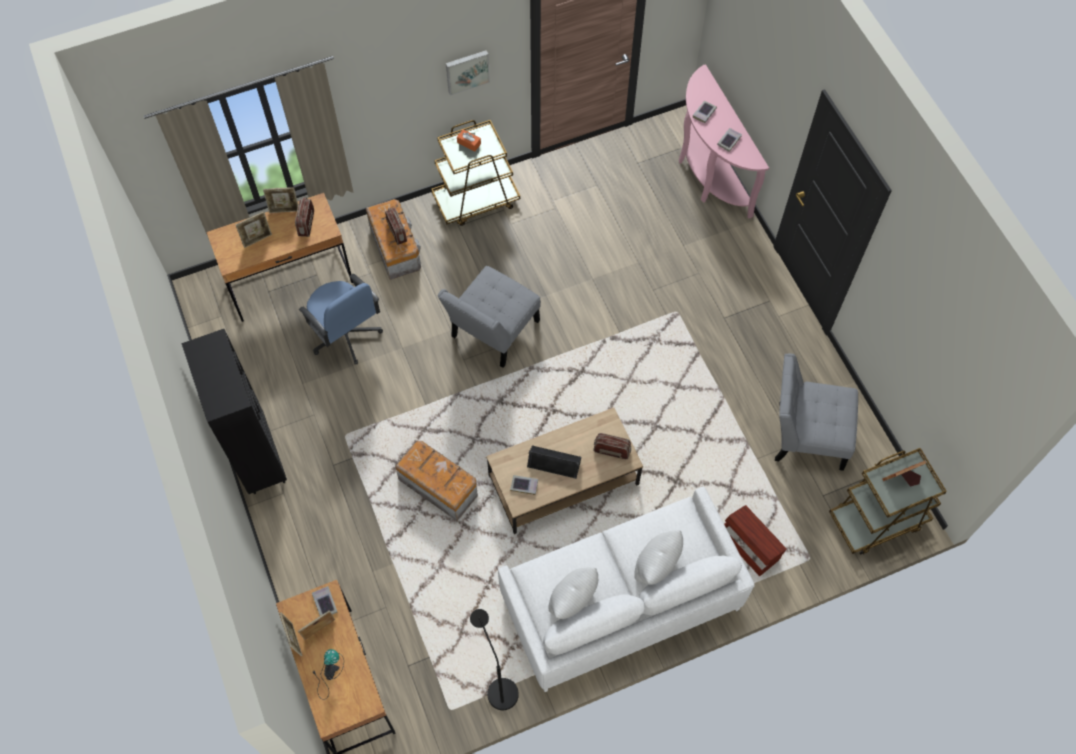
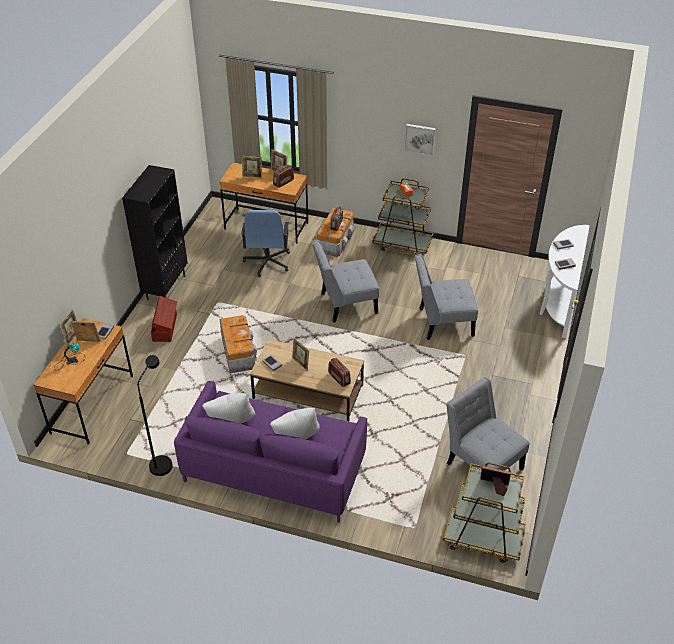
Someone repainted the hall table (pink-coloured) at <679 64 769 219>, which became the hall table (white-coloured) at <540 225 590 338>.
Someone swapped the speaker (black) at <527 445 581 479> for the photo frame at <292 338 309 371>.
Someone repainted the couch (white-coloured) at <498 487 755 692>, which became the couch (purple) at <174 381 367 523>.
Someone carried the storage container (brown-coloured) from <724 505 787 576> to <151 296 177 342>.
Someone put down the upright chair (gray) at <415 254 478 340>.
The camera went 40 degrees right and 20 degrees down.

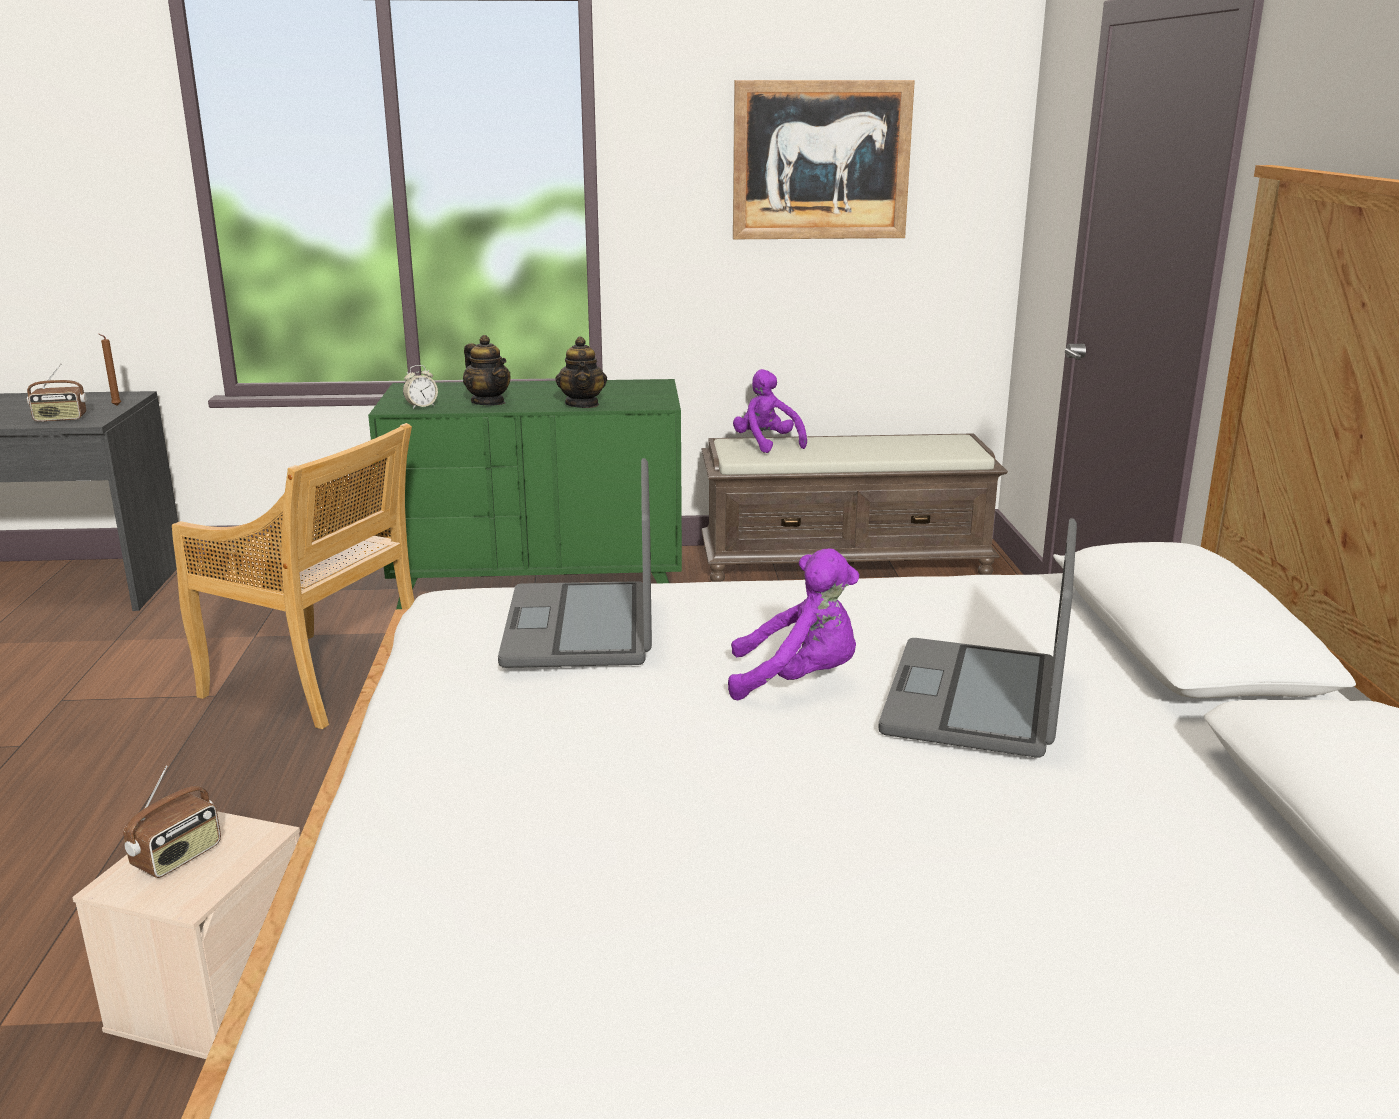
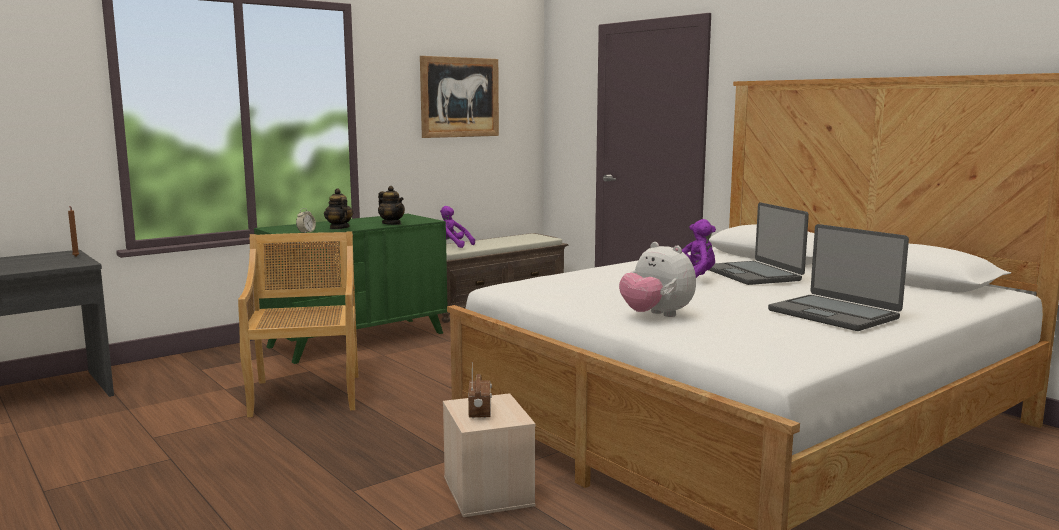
Someone rotated the teapot at <463 335 511 405> by 135 degrees counterclockwise.
Someone took away the radio receiver at <27 364 87 422>.
Someone rotated the upright chair (beige-coloured) at <172 423 414 729> by 90 degrees counterclockwise.
Someone carried the portable computer from <498 458 652 668> to <768 224 909 331>.
Someone put down the soft toy at <619 242 696 317>.
The camera went 35 degrees left and 10 degrees down.

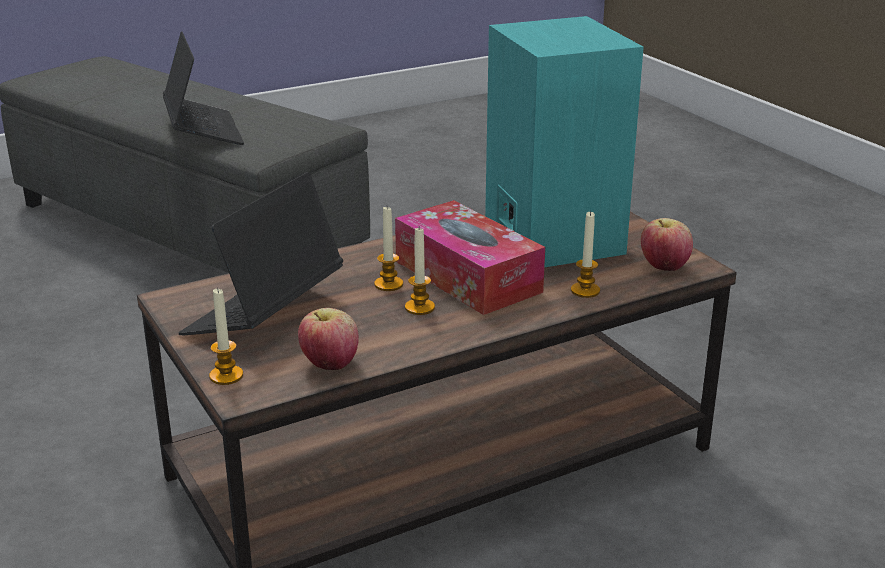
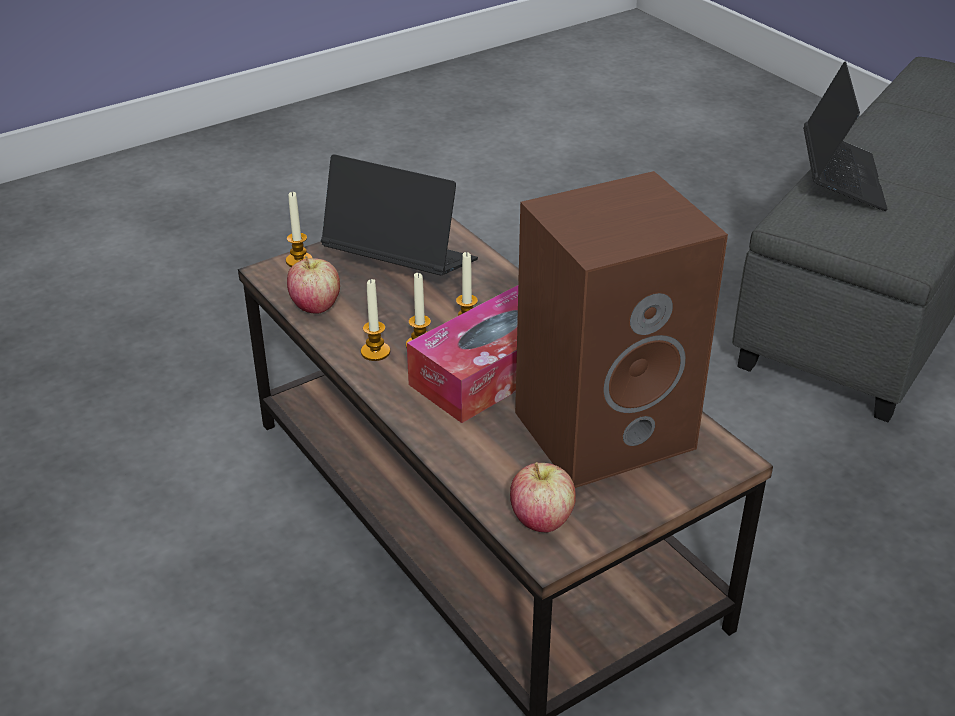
Someone repainted the speaker (blue-green) at <485 16 644 268>, which became the speaker (brown-coloured) at <515 171 728 488>.
Someone rotated the portable computer at <163 31 244 145> by 60 degrees counterclockwise.
Someone carried the candle from <571 211 600 298> to <361 279 390 361>.
The camera went 85 degrees right and 10 degrees up.

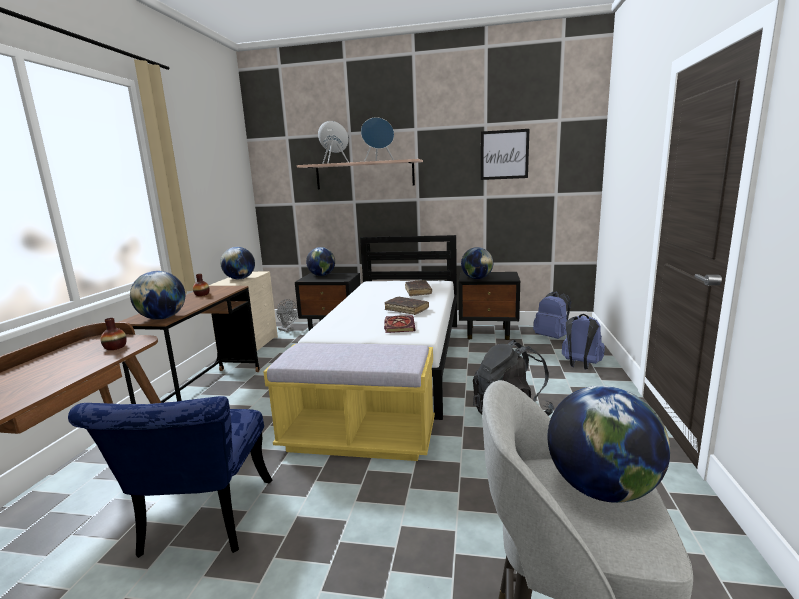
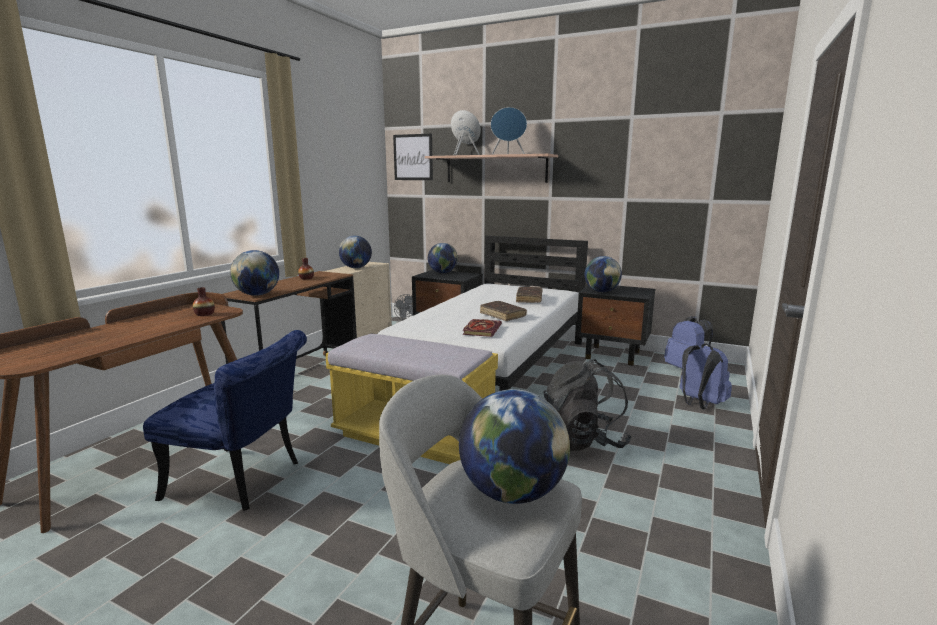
Someone carried the picture from <481 129 530 180> to <393 133 433 180>.
Someone rotated the upright chair (blue-coloured) at <68 396 272 558> by 90 degrees counterclockwise.
The camera went 15 degrees right and 0 degrees up.

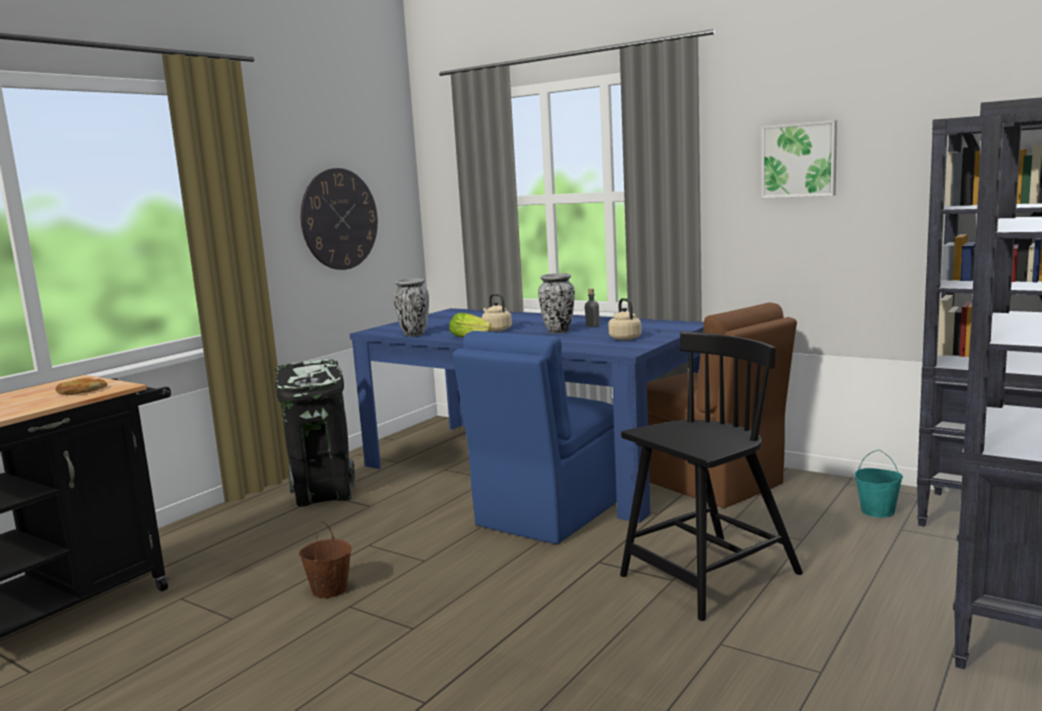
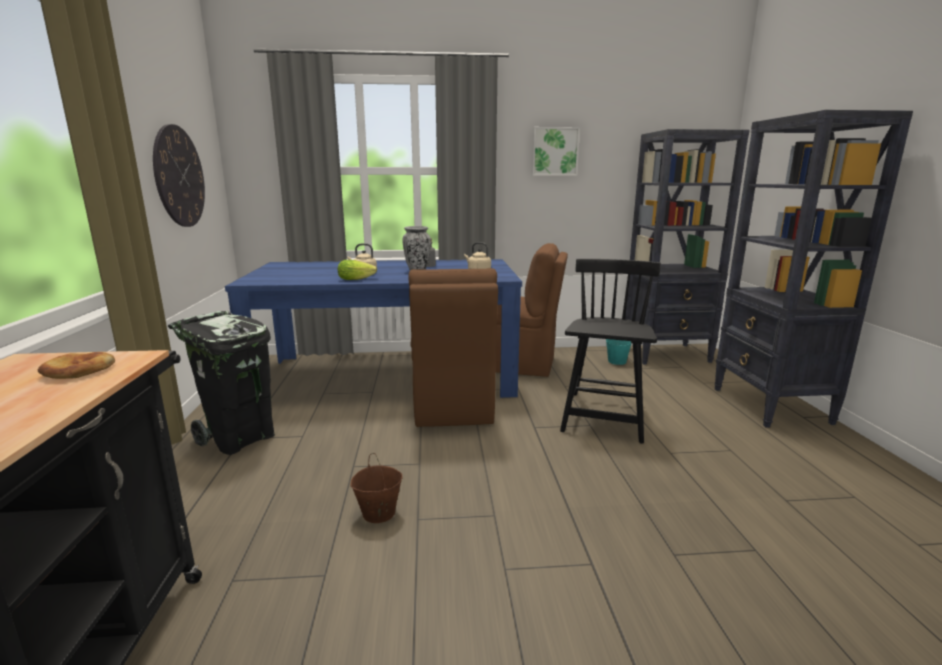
Someone took away the vase at <393 278 429 337>.
Someone repainted the upright chair (blue-coloured) at <453 331 617 544>, which became the upright chair (brown-coloured) at <408 268 498 427>.
The camera went 40 degrees left and 5 degrees up.

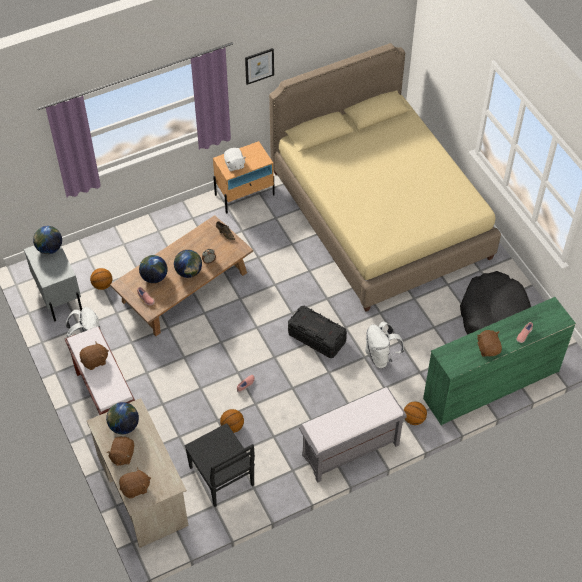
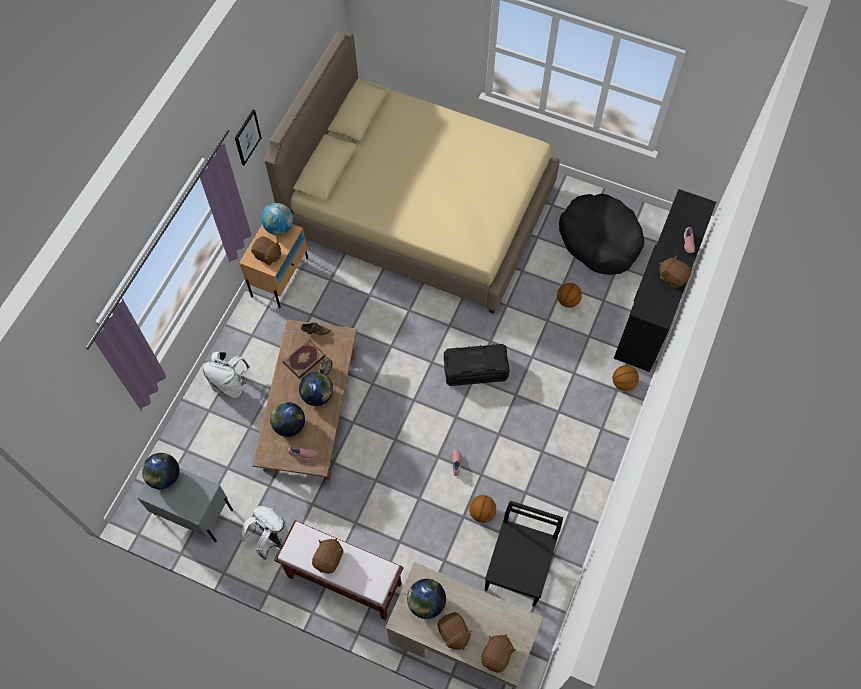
Someone repainted the soft toy (white-coloured) at <224 148 246 172>, which became the soft toy (brown-coloured) at <251 236 281 266>.
Someone carried the basketball ball from <90 268 112 290> to <557 283 582 308>.
Someone repainted the drawer chest (green) at <423 297 576 426>, which became the drawer chest (black) at <614 189 716 372>.
Someone carried the rucksack (white-coloured) from <365 322 404 368> to <203 352 250 398>.
Someone took away the long seat (gray) at <299 387 407 483>.
Someone rotated the upright chair (black) at <184 423 255 507> by 90 degrees counterclockwise.
Someone put down the desk globe at <261 203 293 235>.
Someone put down the book at <282 339 326 379>.
The camera went 40 degrees left and 10 degrees up.

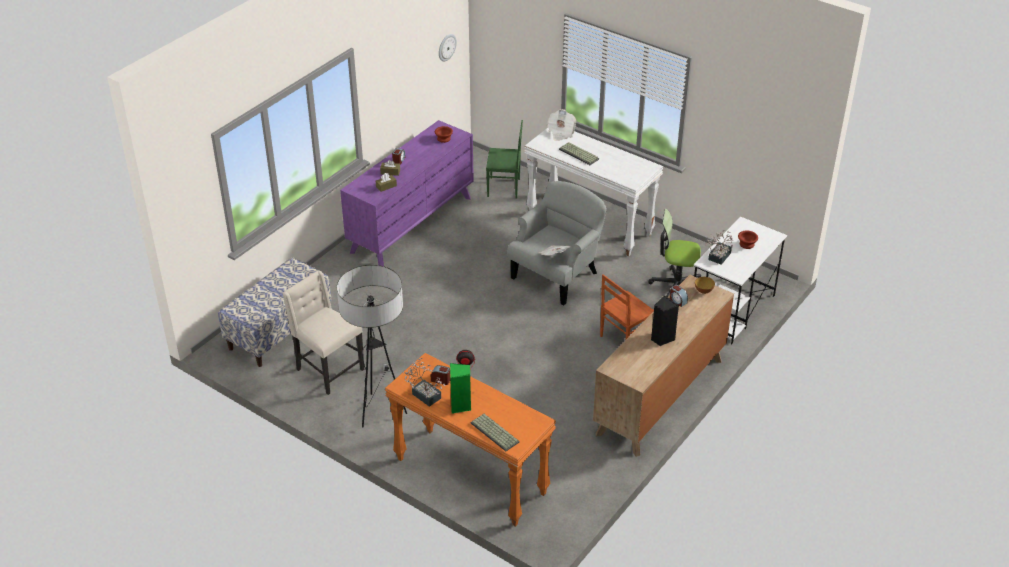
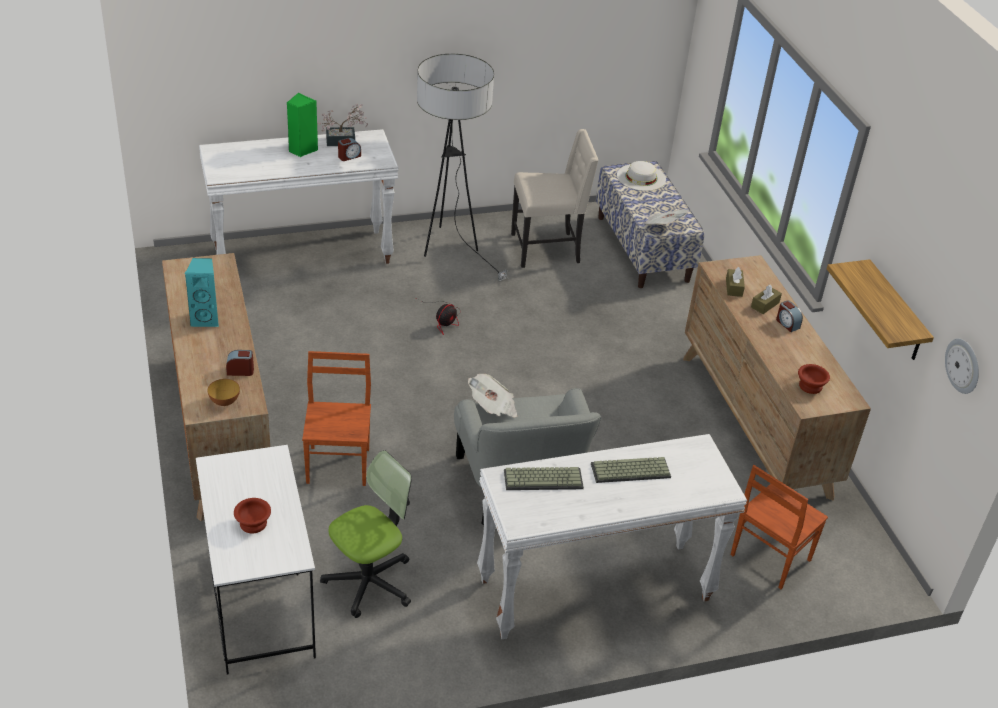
Someone carried the daily paper from <547 109 576 141> to <643 209 688 225>.
Someone repainted the drawer chest (purple) at <340 120 474 266>, which became the drawer chest (brown-coloured) at <683 255 871 501>.
Someone repainted the upright chair (green) at <486 120 523 199>, which became the upright chair (brown-coloured) at <731 465 828 589>.
Someone took away the houseplant at <705 230 733 265>.
Someone repainted the speaker (black) at <651 295 679 346>, which became the speaker (blue-green) at <185 258 219 327>.
Someone repainted the hall table (orange) at <385 353 556 527>, which became the hall table (white-coloured) at <199 129 399 264>.
Someone carried the computer keyboard from <471 414 520 451> to <504 467 584 490>.
Someone put down the hat (white-coloured) at <617 161 666 191>.
Someone put up the shelf at <827 259 934 360>.
The camera went 125 degrees right and 0 degrees up.

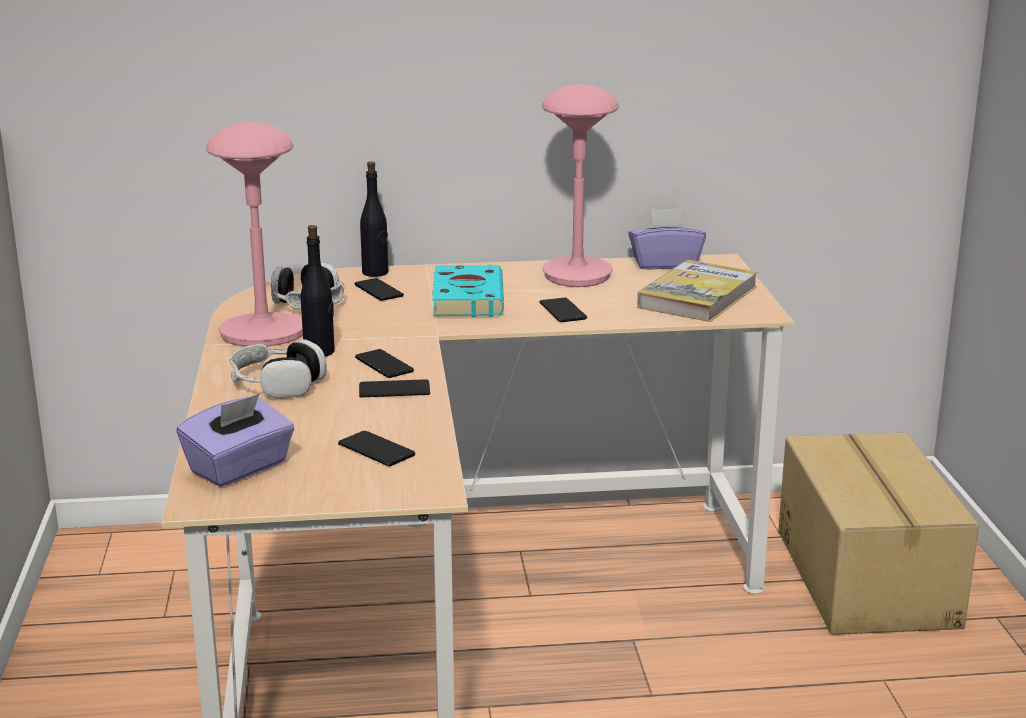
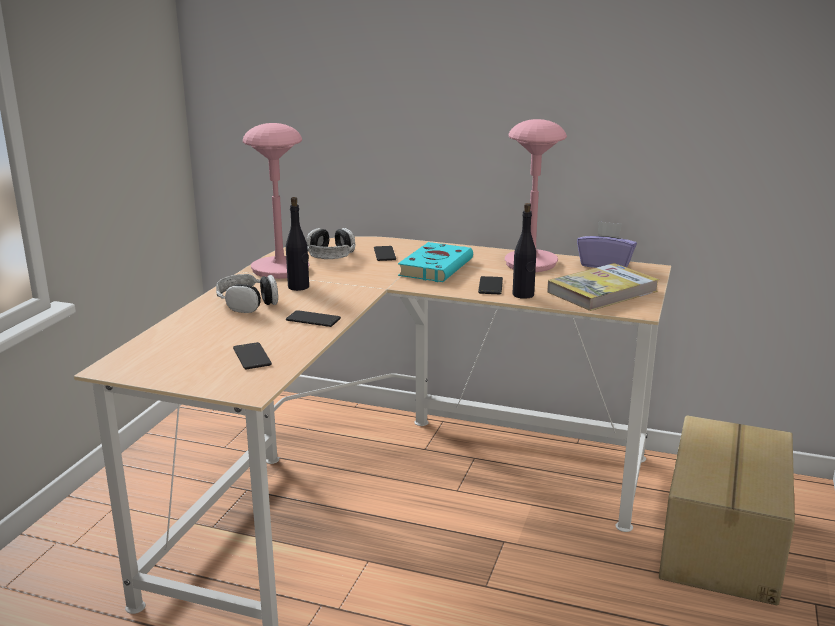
Someone carried the bottle (black) from <360 161 388 277> to <513 203 536 299>.
Someone took away the telephone at <355 349 414 378>.
Someone took away the box of tissues (purple) at <176 394 295 487>.
The camera went 25 degrees right and 0 degrees up.

